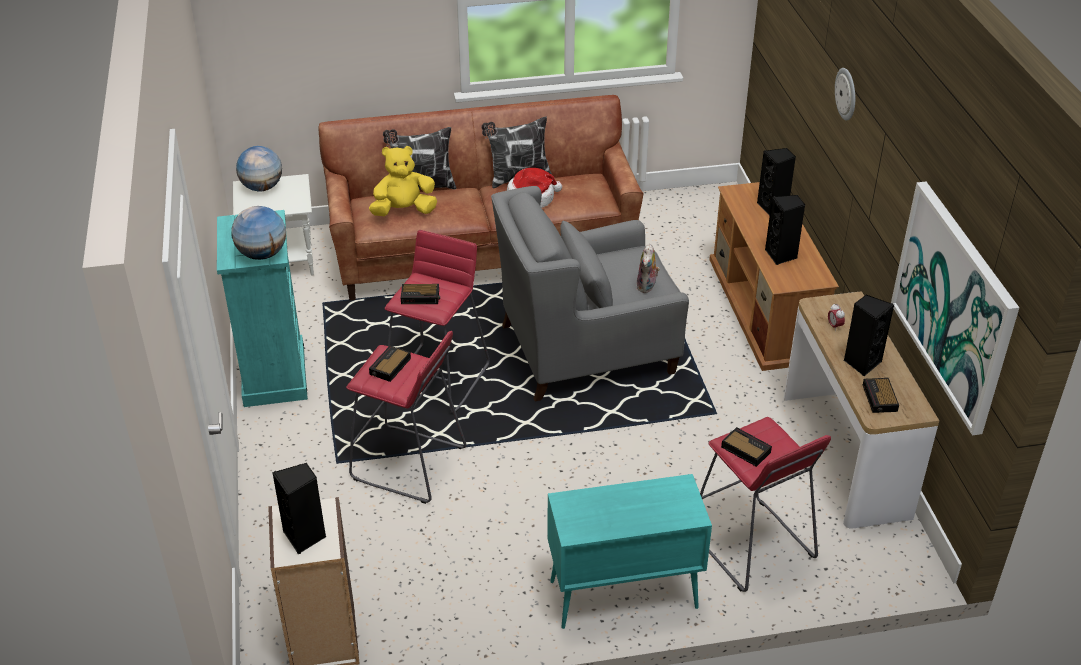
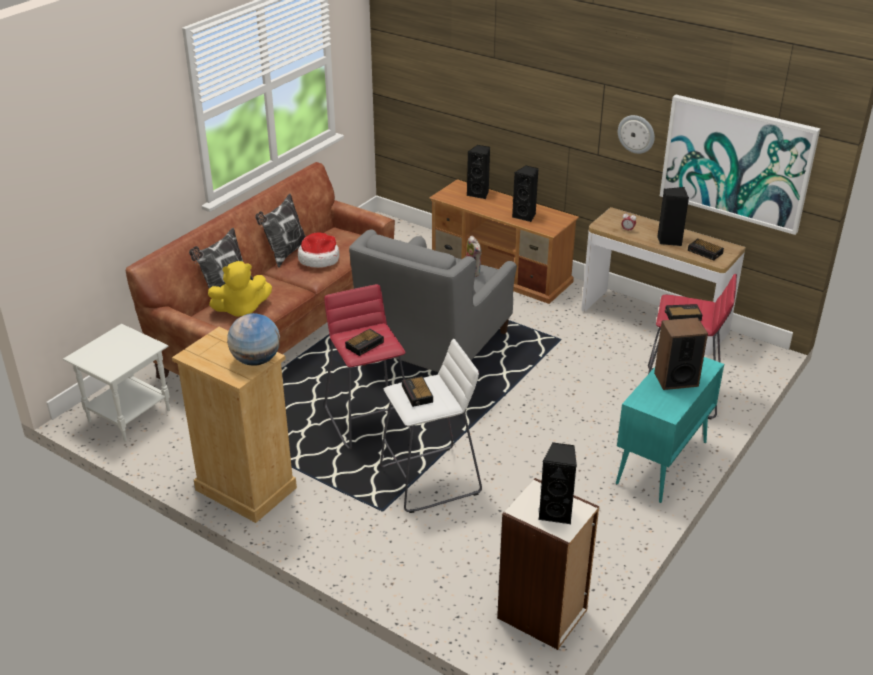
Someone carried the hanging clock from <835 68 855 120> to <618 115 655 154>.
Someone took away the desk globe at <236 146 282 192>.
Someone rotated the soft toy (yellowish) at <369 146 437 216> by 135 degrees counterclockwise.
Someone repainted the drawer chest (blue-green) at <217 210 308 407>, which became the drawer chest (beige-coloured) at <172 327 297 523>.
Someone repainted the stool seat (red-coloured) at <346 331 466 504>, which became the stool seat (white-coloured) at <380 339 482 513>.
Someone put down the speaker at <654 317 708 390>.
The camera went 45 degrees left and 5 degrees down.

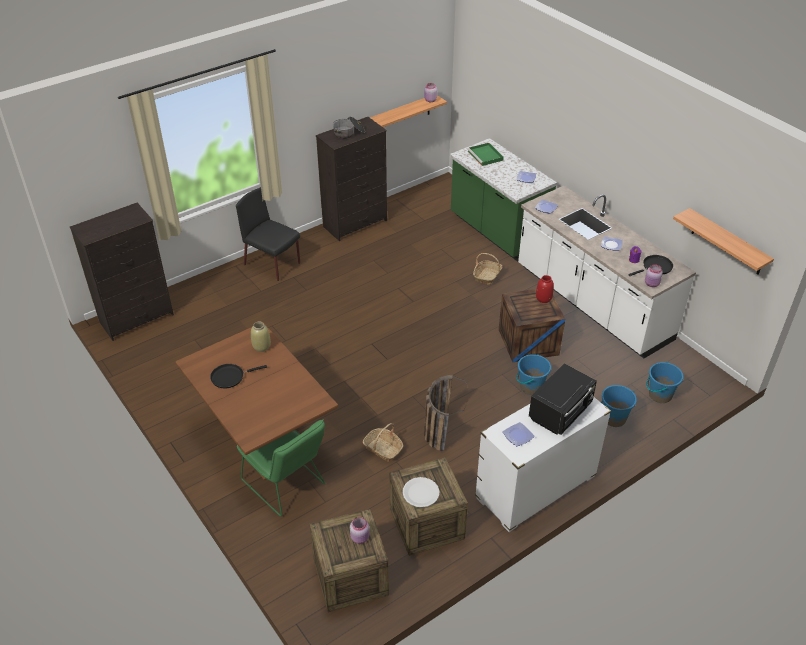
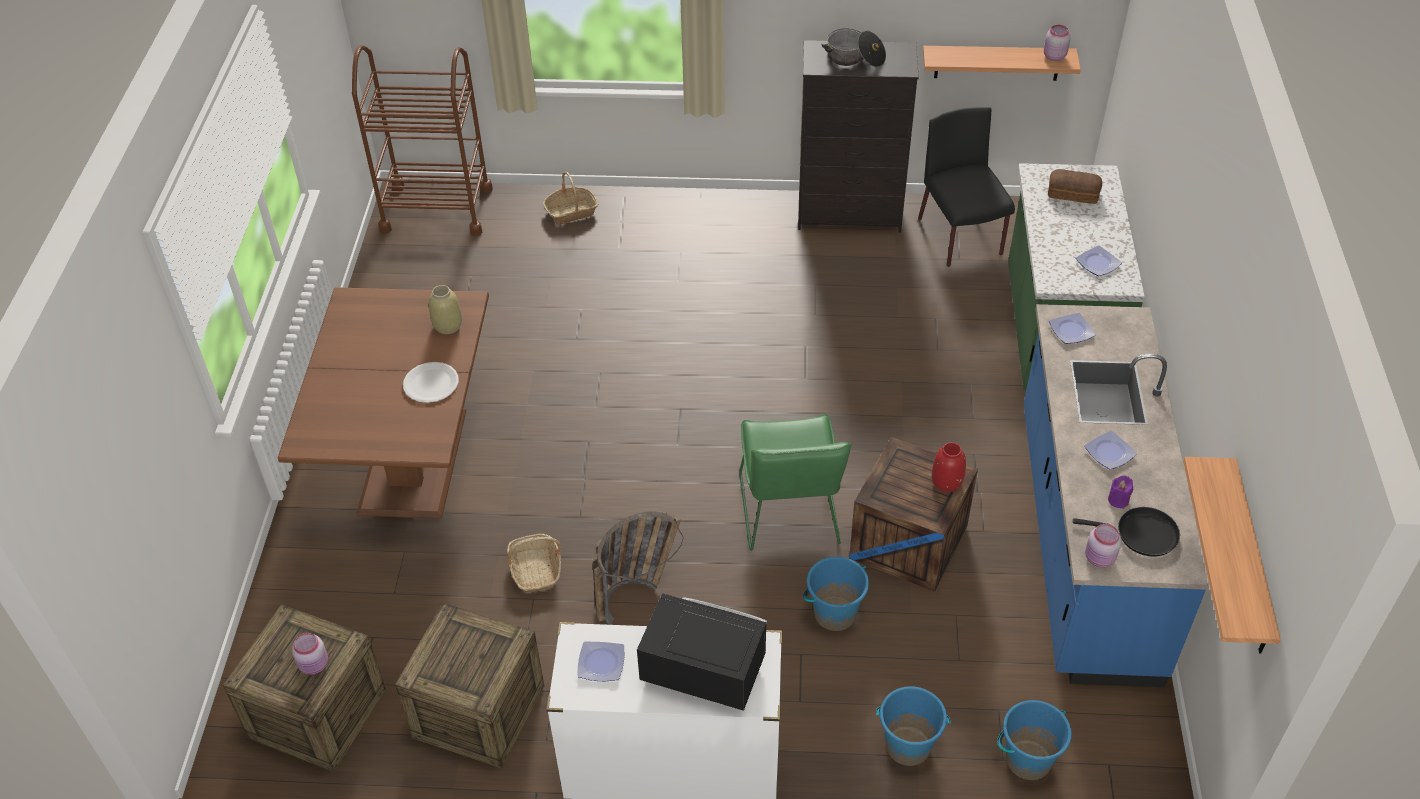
Someone swapped the serving tray (green) at <467 143 504 166> for the bakery bread at <1048 169 1102 204>.
Someone repainted the kitchen base unit (white-coloured) at <518 186 696 358>, which became the kitchen base unit (blue-coloured) at <1024 304 1209 687>.
Someone carried the upright chair (black) from <236 187 300 281> to <918 107 1015 267>.
Someone swapped the drawer chest (black) at <70 203 174 341> for the wheeled cart (brown-coloured) at <352 45 493 236>.
Someone carried the household basket from <473 253 502 285> to <543 172 598 225>.
Someone rotated the microwave oven (black) at <529 363 597 435> by 150 degrees counterclockwise.
Someone took away the frying pan (black) at <210 364 267 388>.
Someone carried the upright chair (green) from <237 419 326 517> to <739 414 852 551>.
Someone carried the dinner plate (white-coloured) from <403 477 439 507> to <403 362 459 403>.
The camera went 40 degrees right and 5 degrees up.

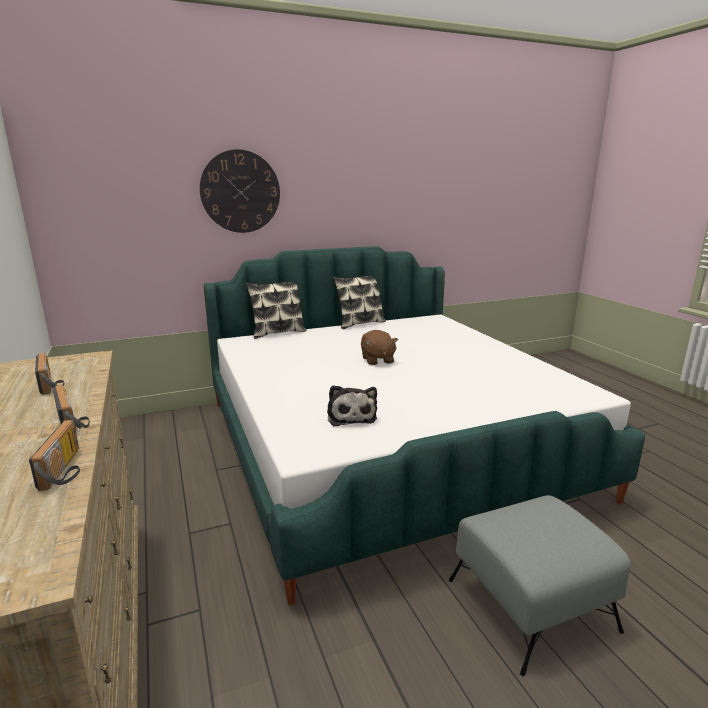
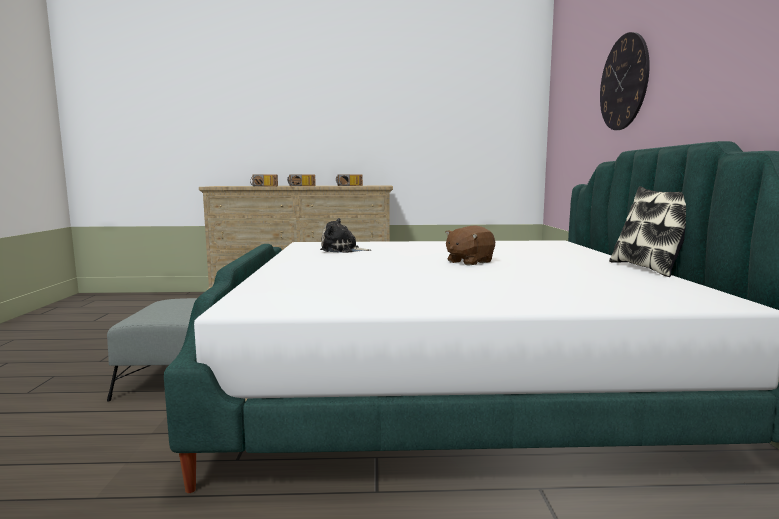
Someone took away the pillow at <245 282 306 339>.
Someone rotated the soft toy (brown-coloured) at <361 330 398 365> by 45 degrees counterclockwise.
The camera went 110 degrees right and 10 degrees down.

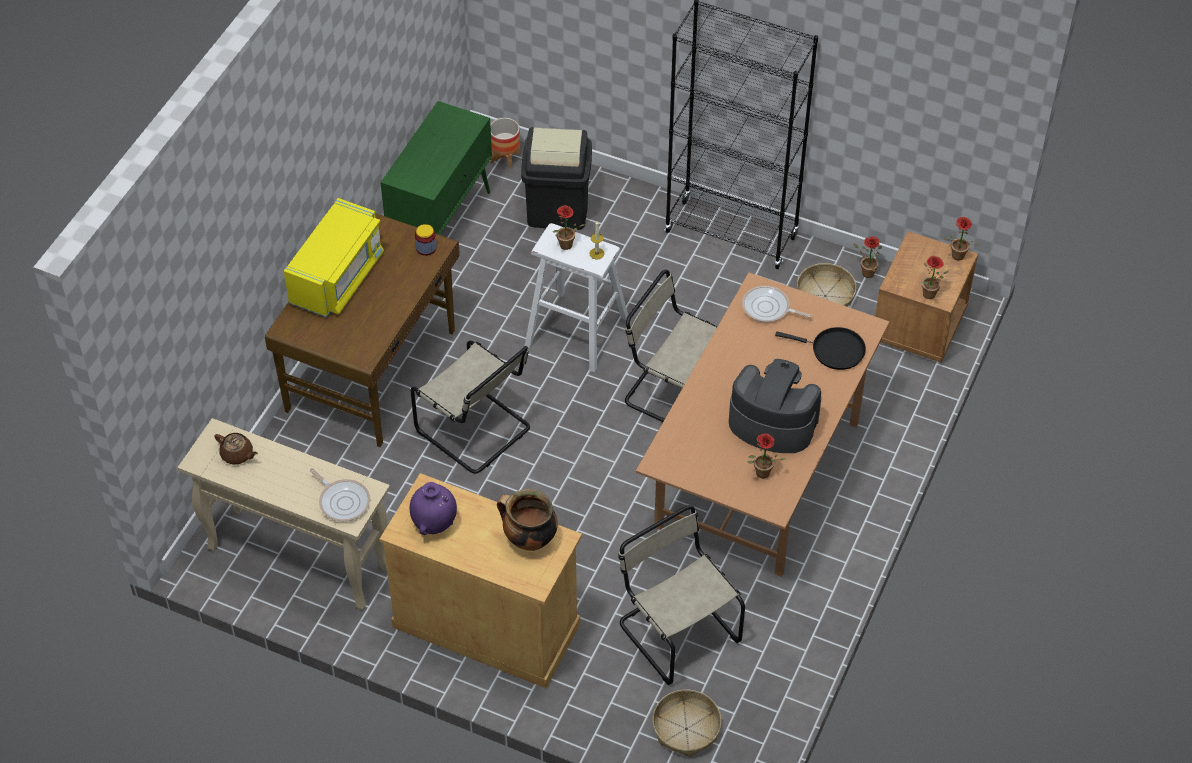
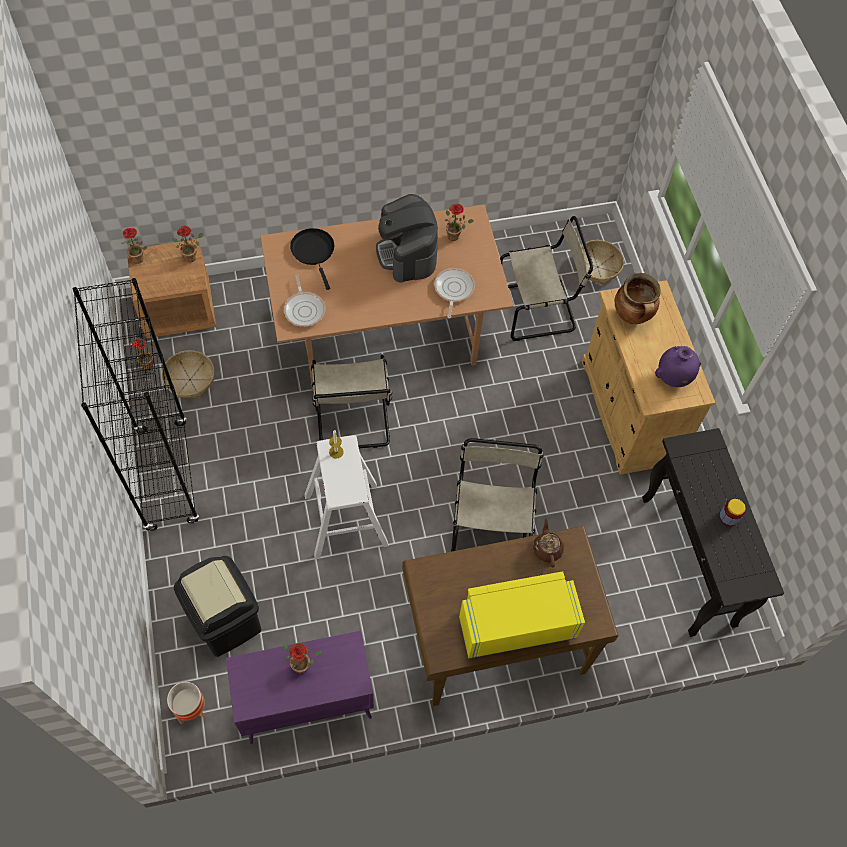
Someone repainted the cupboard (green) at <380 101 492 235>, which became the cupboard (purple) at <226 631 374 744>.
Someone carried the houseplant from <553 205 585 250> to <284 643 322 674>.
Someone carried the jar from <415 224 437 256> to <719 499 745 526>.
Someone repainted the hall table (beige-coloured) at <178 418 390 610>, which became the hall table (black) at <642 428 784 637>.
Someone carried the teapot (brown-coloured) from <214 433 258 464> to <533 518 564 567>.
Someone carried the frying pan from <310 468 370 522> to <434 268 475 318>.
Someone rotated the upright chair (beige-coloured) at <618 505 745 685> by 120 degrees counterclockwise.
The camera went 130 degrees left and 10 degrees up.

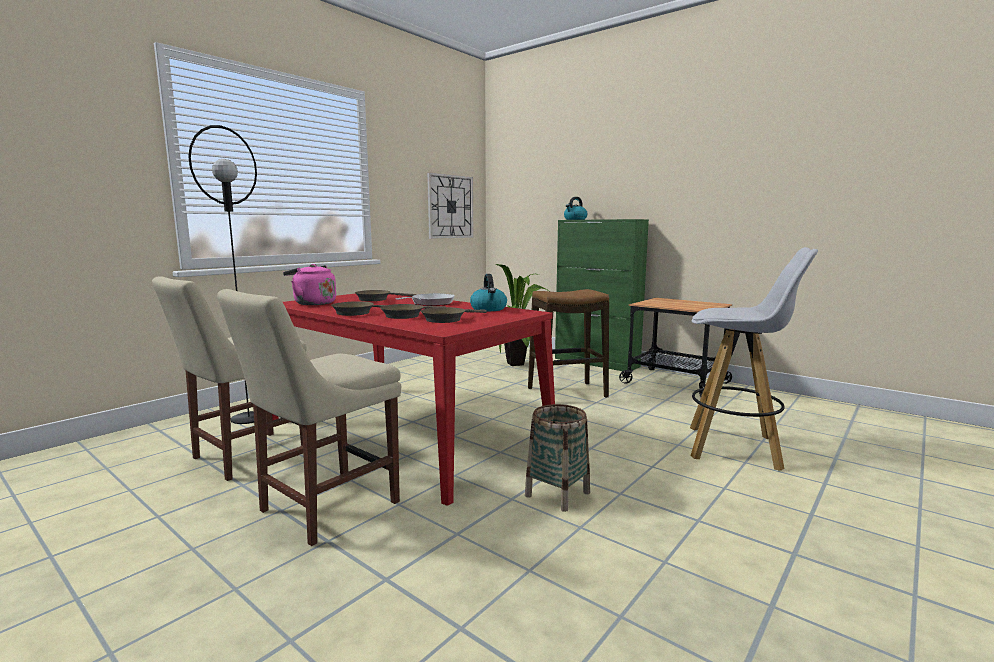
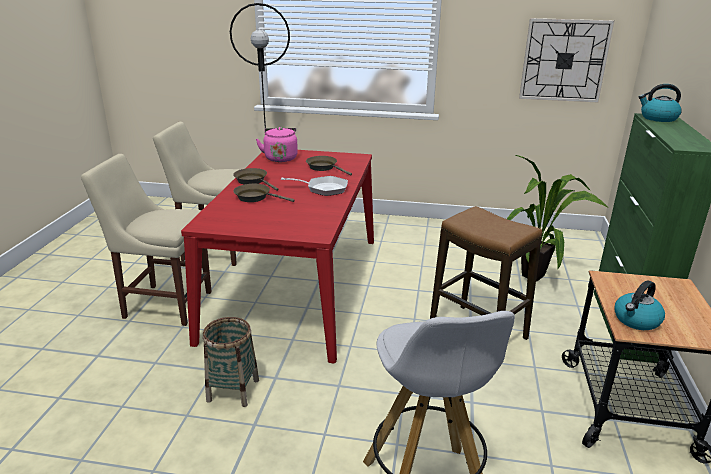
Someone carried the kettle from <470 274 507 311> to <614 280 665 330>.
Someone took away the frying pan (brown-coloured) at <420 307 487 323>.
The camera went 60 degrees right and 15 degrees up.

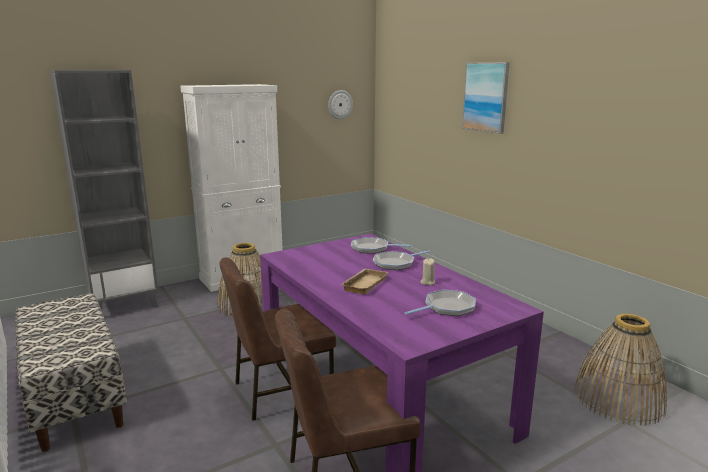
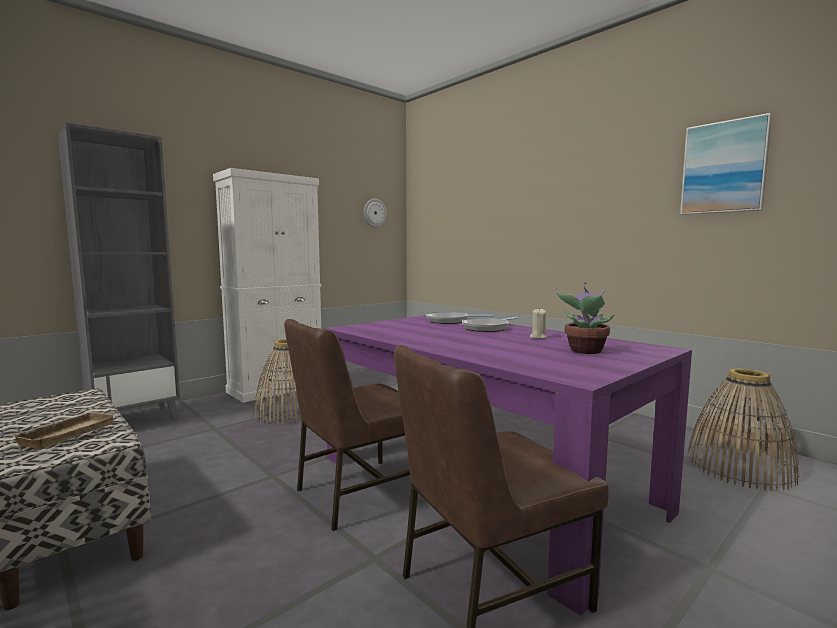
Someone carried the picture from <462 62 510 134> to <680 113 772 215>.
Someone carried the serving tray (beige-coloured) from <341 269 388 295> to <11 412 116 449>.
Someone swapped the frying pan at <404 289 476 316> for the houseplant at <554 282 615 354>.
The camera went 10 degrees left and 10 degrees down.

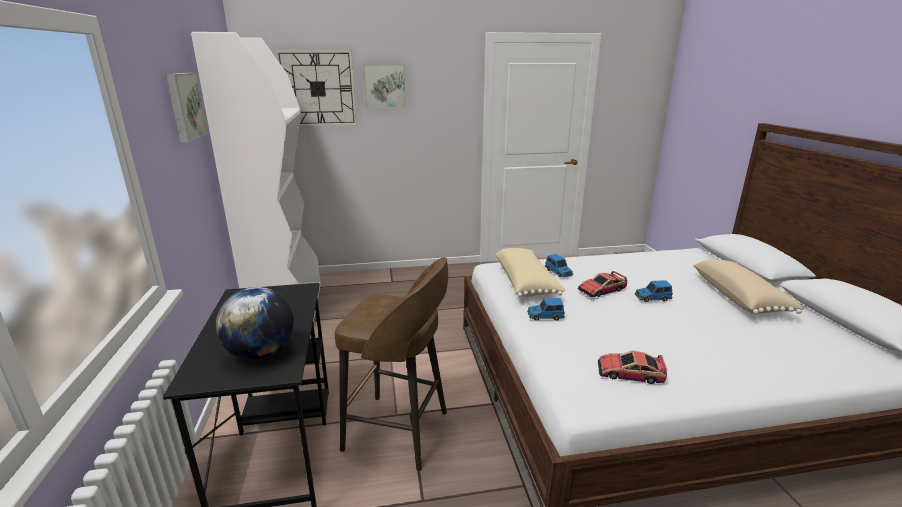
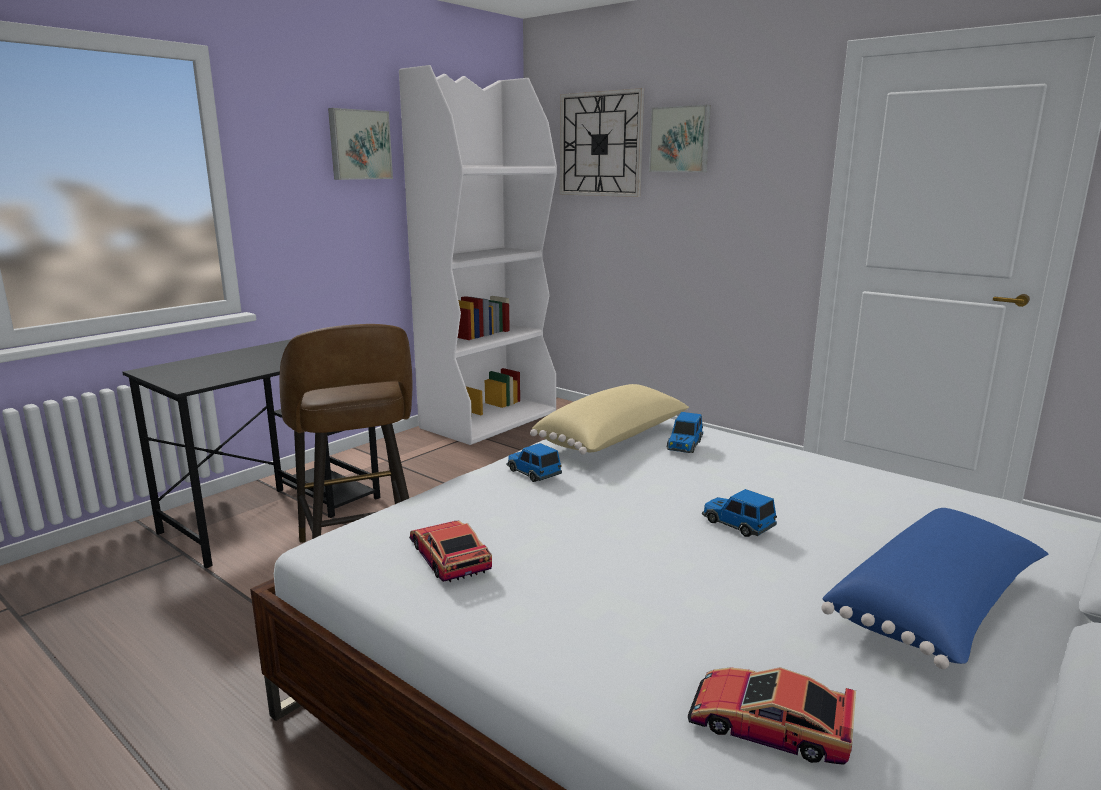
Someone repainted the pillow (beige-coloured) at <693 260 804 314>, which became the pillow (blue-coloured) at <822 508 1048 669>.
Someone carried the toy car from <578 271 627 297> to <688 667 856 765>.
Someone took away the desk globe at <216 287 294 360>.
The camera went 50 degrees right and 5 degrees down.

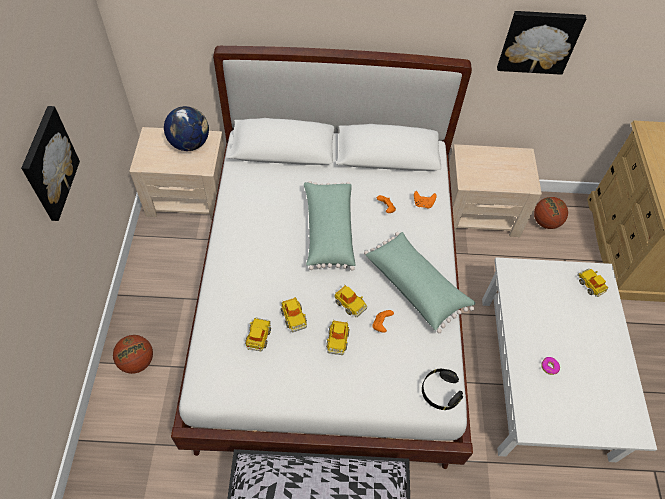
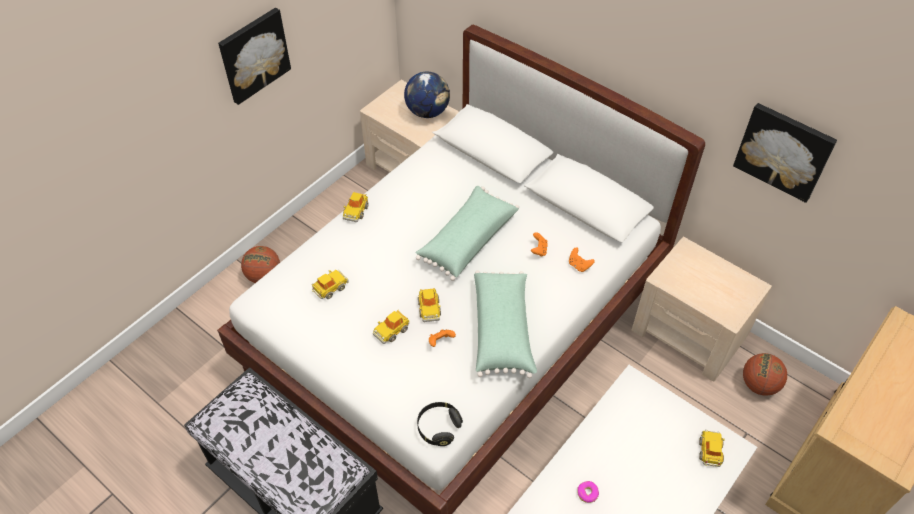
Someone carried the toy car from <281 297 307 333> to <343 192 369 222>.
The camera went 40 degrees right and 5 degrees down.

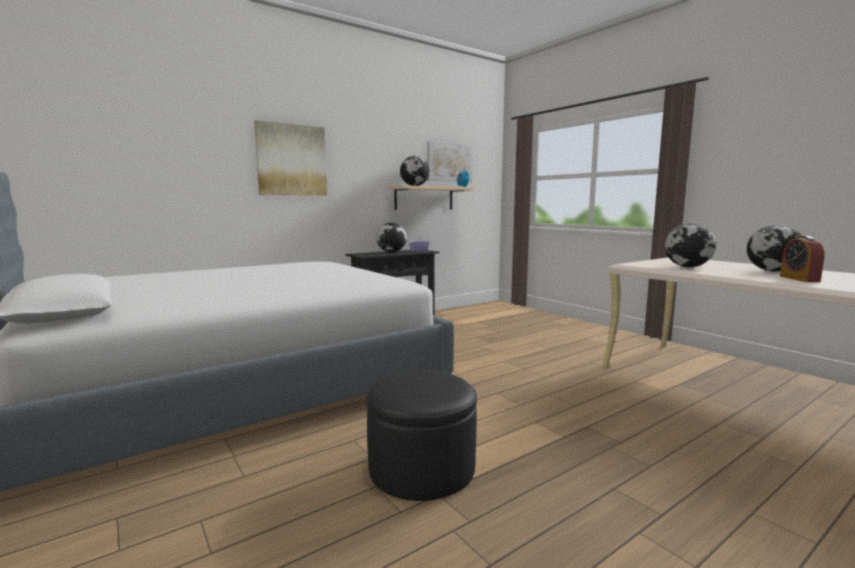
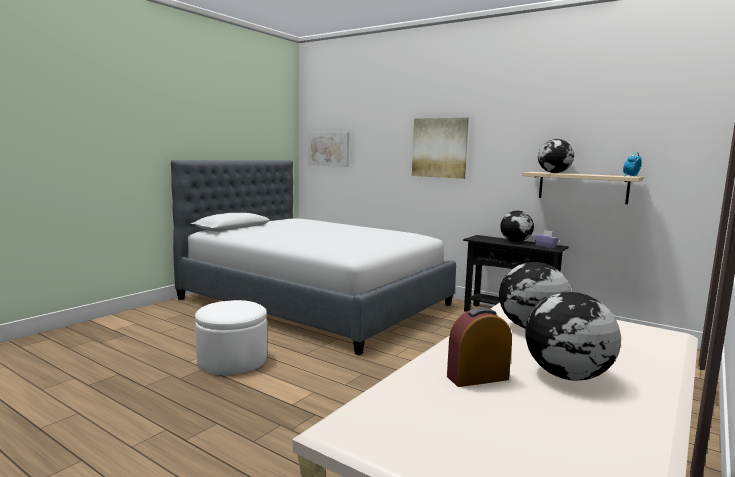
Someone carried the picture from <427 141 473 182> to <308 132 349 167>.
Someone repainted the footrest (black) at <367 370 477 501>, which became the footrest (white-coloured) at <195 300 267 375>.
The camera went 70 degrees right and 0 degrees up.

